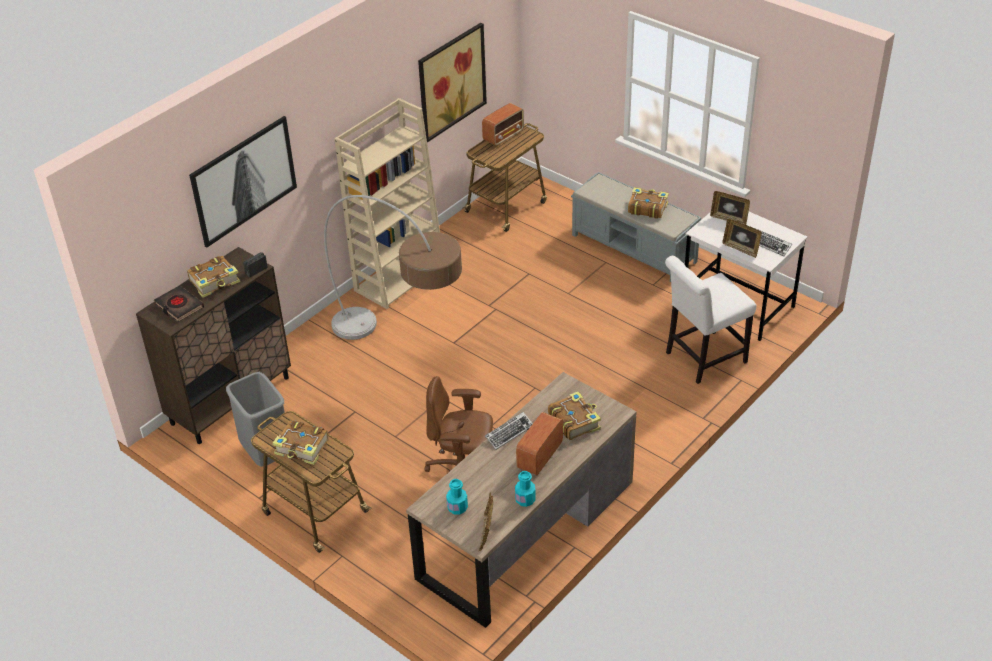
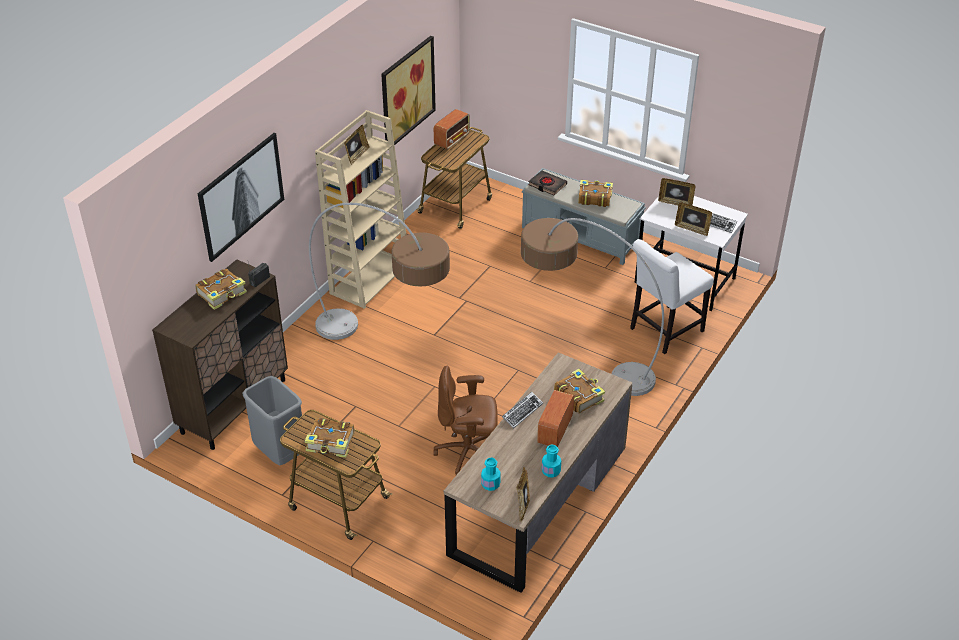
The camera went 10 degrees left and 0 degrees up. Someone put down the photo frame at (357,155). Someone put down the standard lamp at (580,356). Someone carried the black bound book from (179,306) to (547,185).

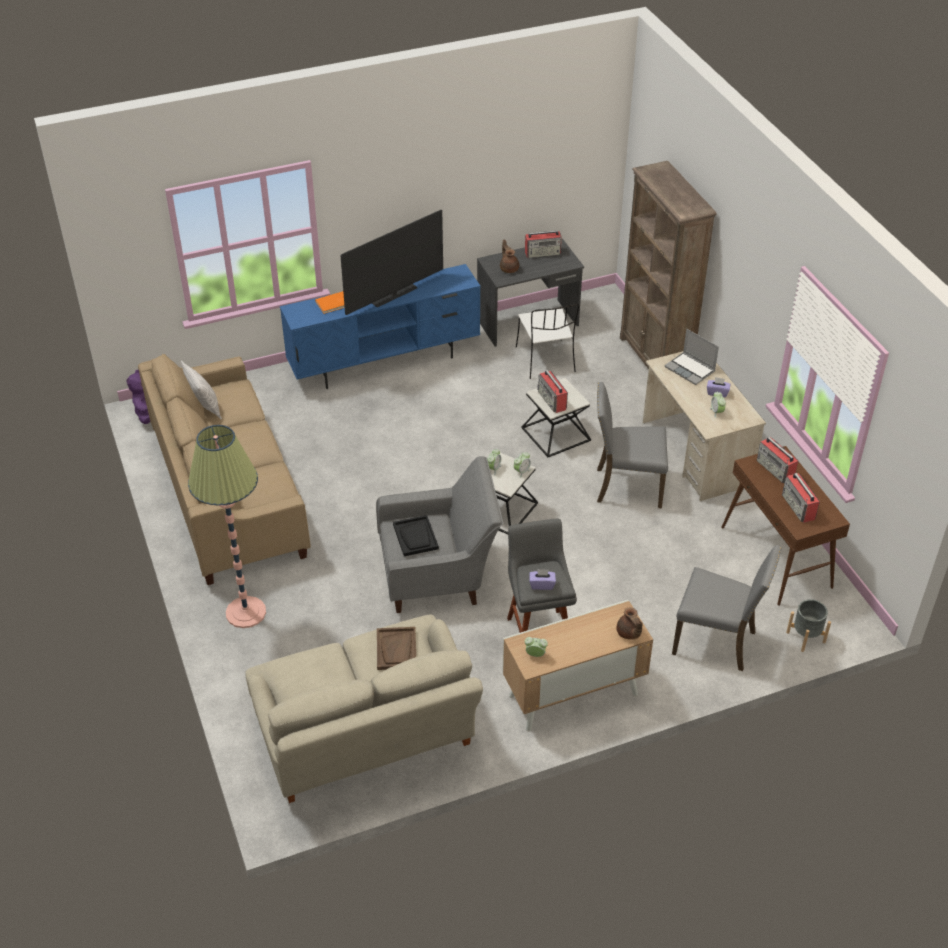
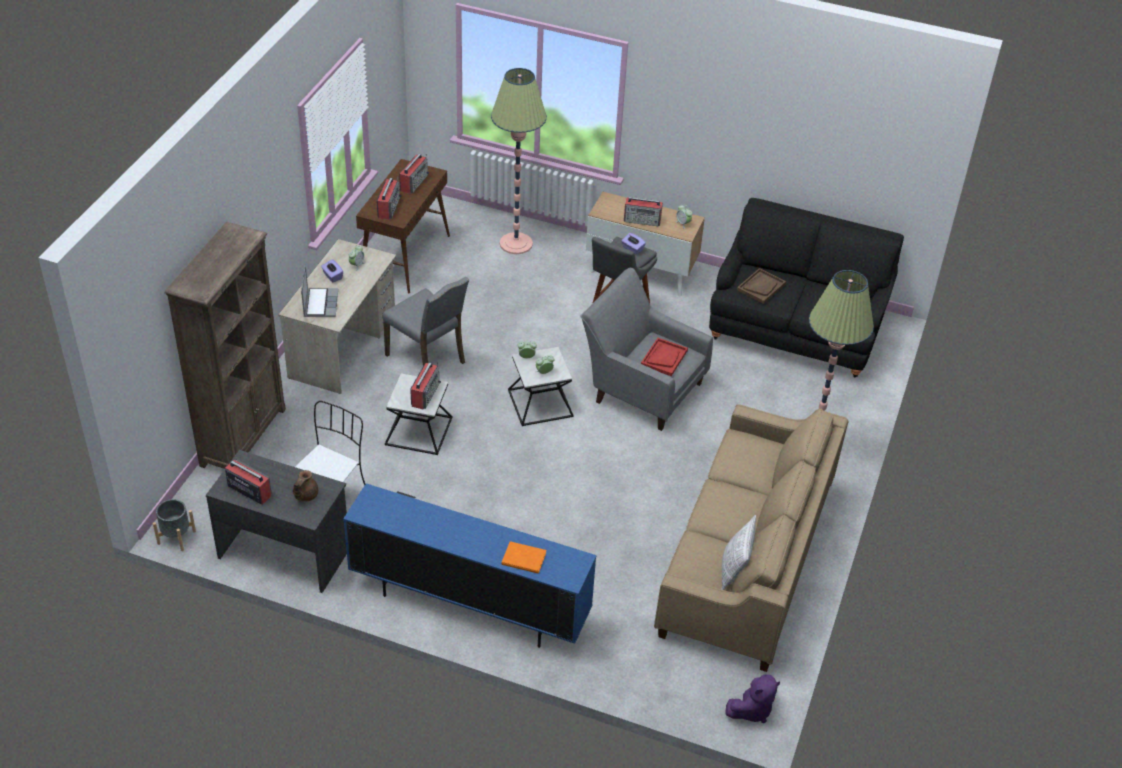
The camera went 140 degrees left and 0 degrees up. Someone carried the grey planter from (806,637) to (176,537). Someone swapped the grey chair at (716,641) for the standard lamp at (516,243). Someone put down the radio set at (642,220). Someone repainted the black serving tray at (415,537), which became the reddish serving tray at (664,358). Someone repainted the sand-coloured couch at (366,738), which became the black couch at (796,328). Someone took away the TV set at (394,295). Someone took away the brown teapot at (629,633).

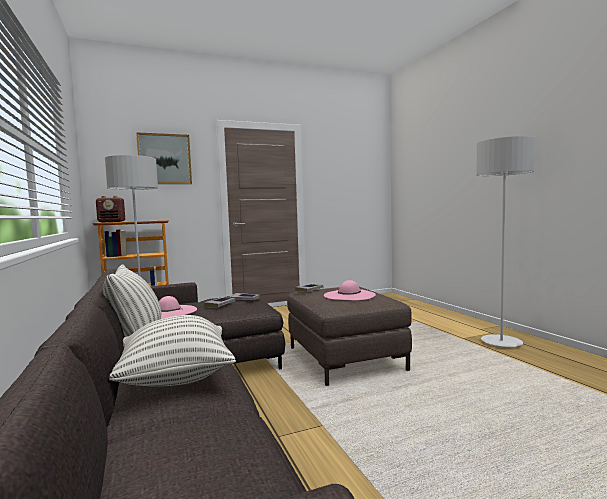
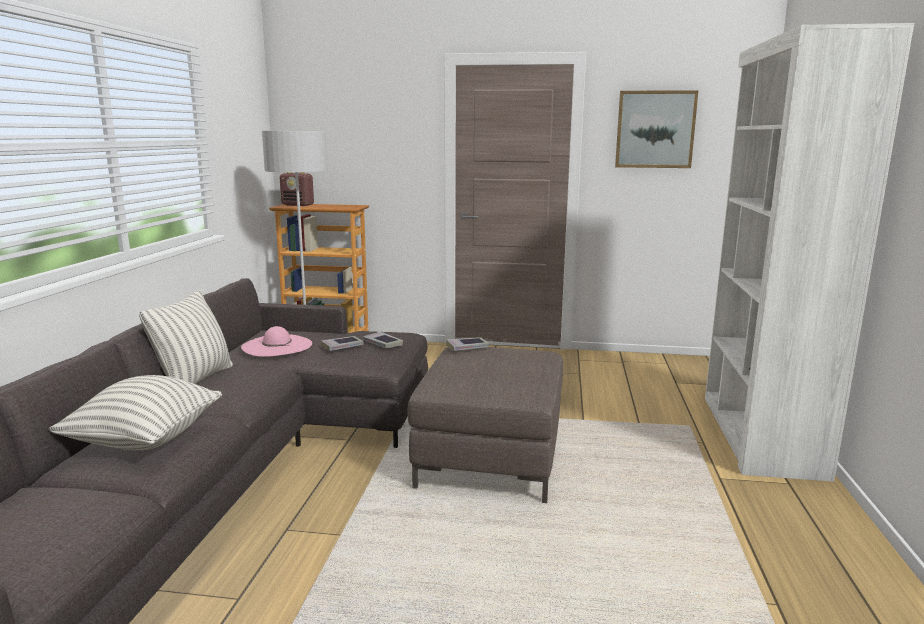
The camera went 30 degrees right and 10 degrees up. Someone carried the wall picture from (164,159) to (655,129). Someone put down the whitish shelving unit at (759,435). Someone took away the pinkish clothing hat at (349,295). Someone took away the grey standard lamp at (501,343).

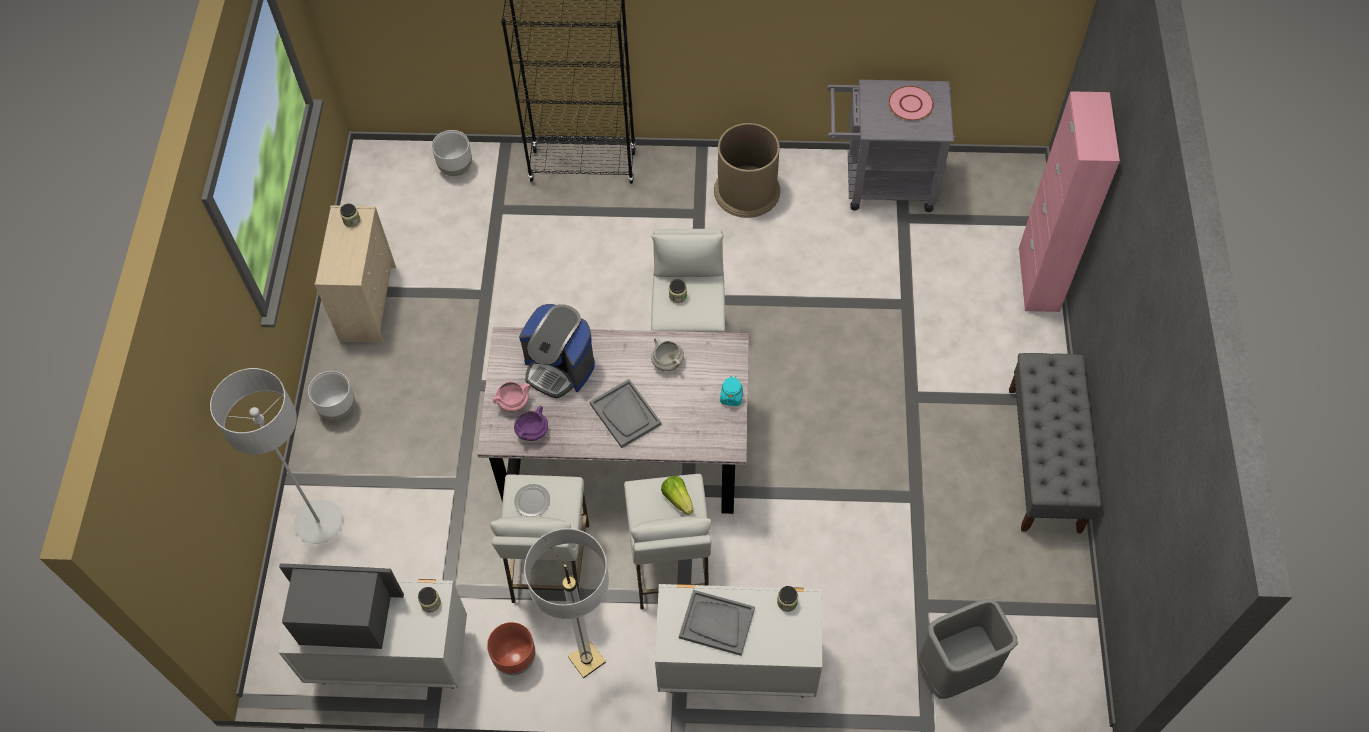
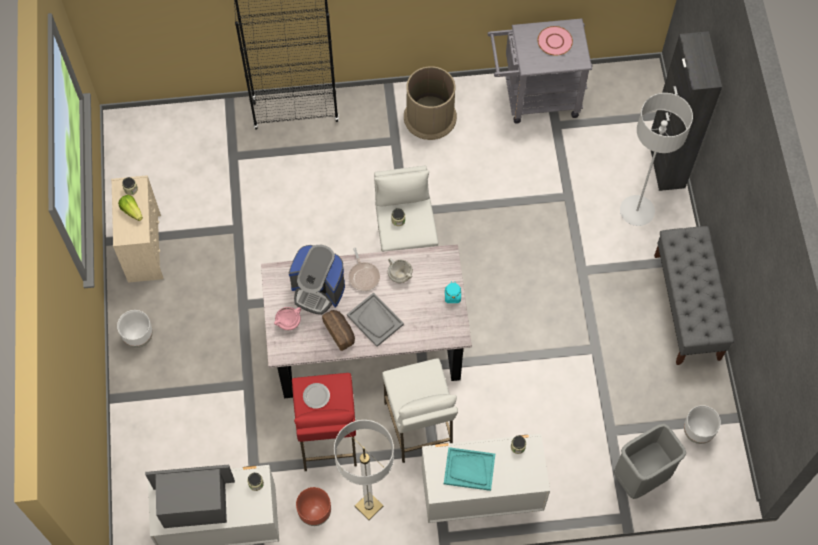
The camera went 10 degrees left and 5 degrees up. Someone carried the lettuce head from (678,498) to (132,211). Someone repainted the whitish stool at (550,563), which became the reddish stool at (328,437). Someone put down the bread at (340,332). Someone put down the pan at (363,276). Someone repainted the grey serving tray at (716,623), which became the blue-green serving tray at (469,469). Someone carried the grey standard lamp from (319,522) to (637,211). Someone repainted the pinkish cupboard at (1038,279), which became the black cupboard at (666,163). Someone carried the whitish planter from (455,168) to (697,432). Someone took away the purple-coloured cooking pot at (532,431).

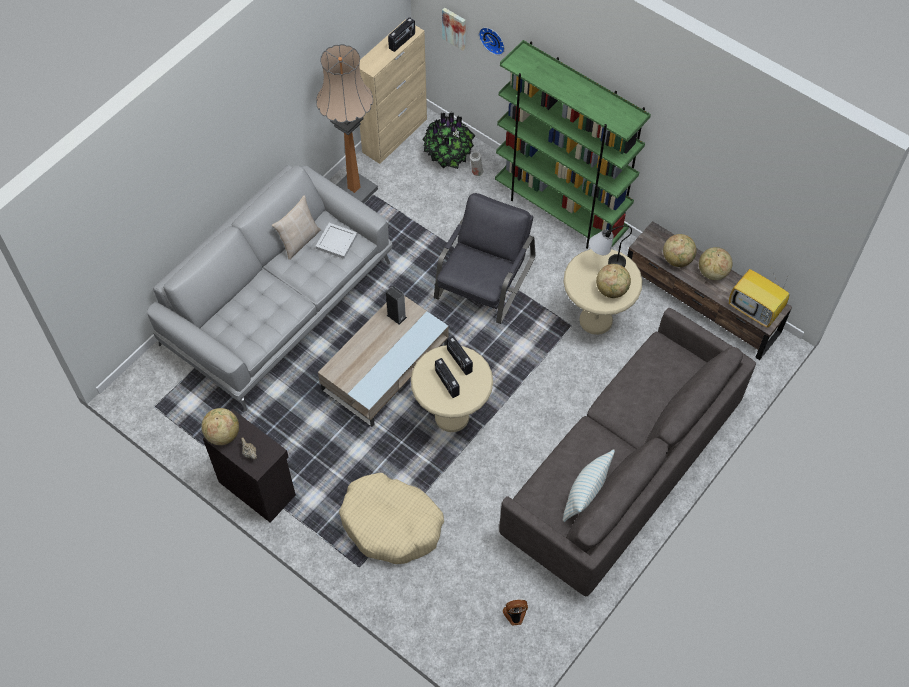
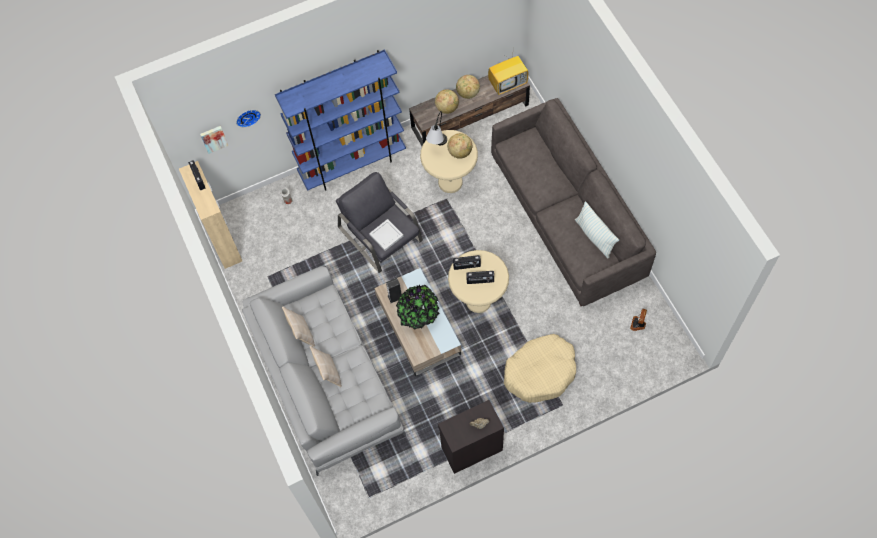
The camera went 60 degrees left and 5 degrees up. Someone repainted the green shelving unit at (560,212), which became the bluish shelving unit at (353,164). Someone put down the sand-coloured pillow at (328,372). Someone carried the whitish serving tray from (336,241) to (385,235). Someone carried the potted plant from (448,155) to (418,314). Someone took away the world globe at (223,434). Someone took away the standard lamp at (354,191).

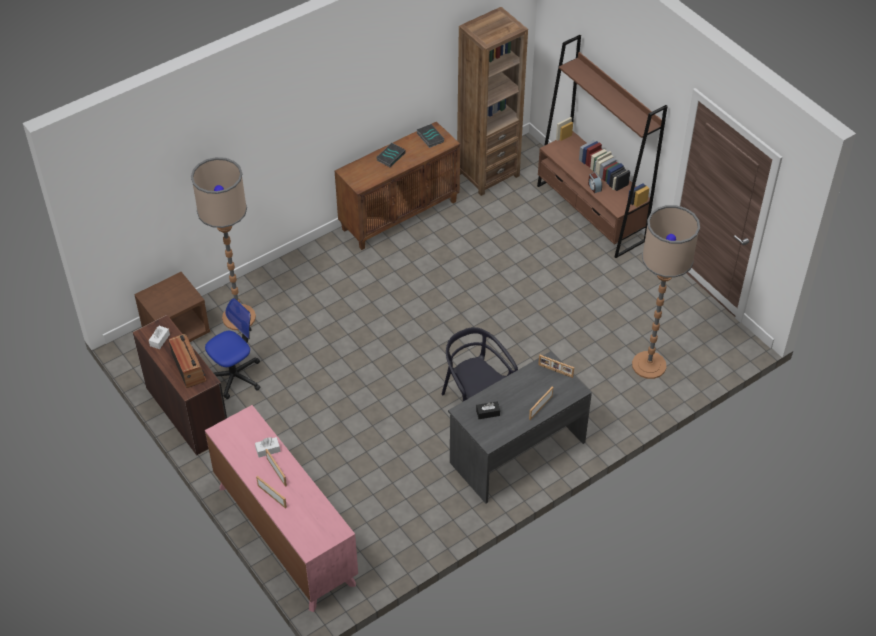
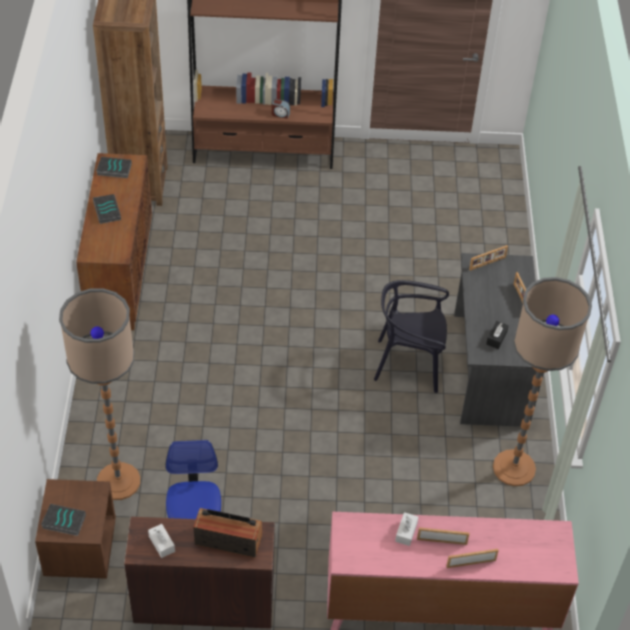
The camera went 55 degrees left and 0 degrees up. Someone put down the bound book at (63,522). Someone carried the standard lamp from (649,365) to (514,468).

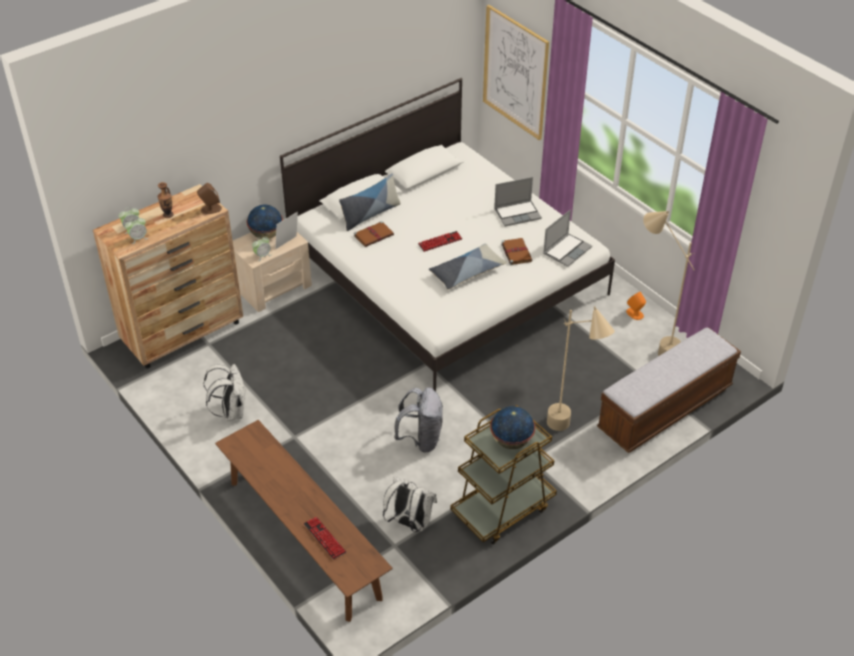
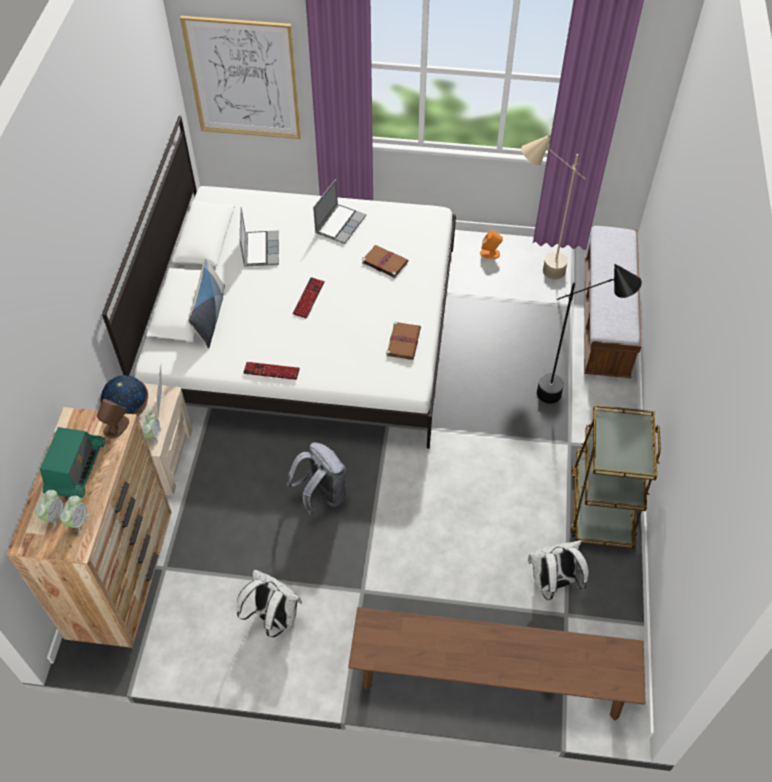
The camera went 45 degrees left and 10 degrees up. Someone swapped the decorative vase at (168,215) for the radio set at (75,469). Someone carried the laptop from (567,250) to (260,249). Someone carried the keyboard from (324,538) to (271,371). Someone carried the grey knapsack from (421,439) to (322,496). Someone carried the brown bound book from (374,235) to (403,341). Someone repainted the sand-coloured standard lamp at (571,434), which became the black standard lamp at (570,396). Someone took away the pillow at (467,272). Someone took away the world globe at (511,442).

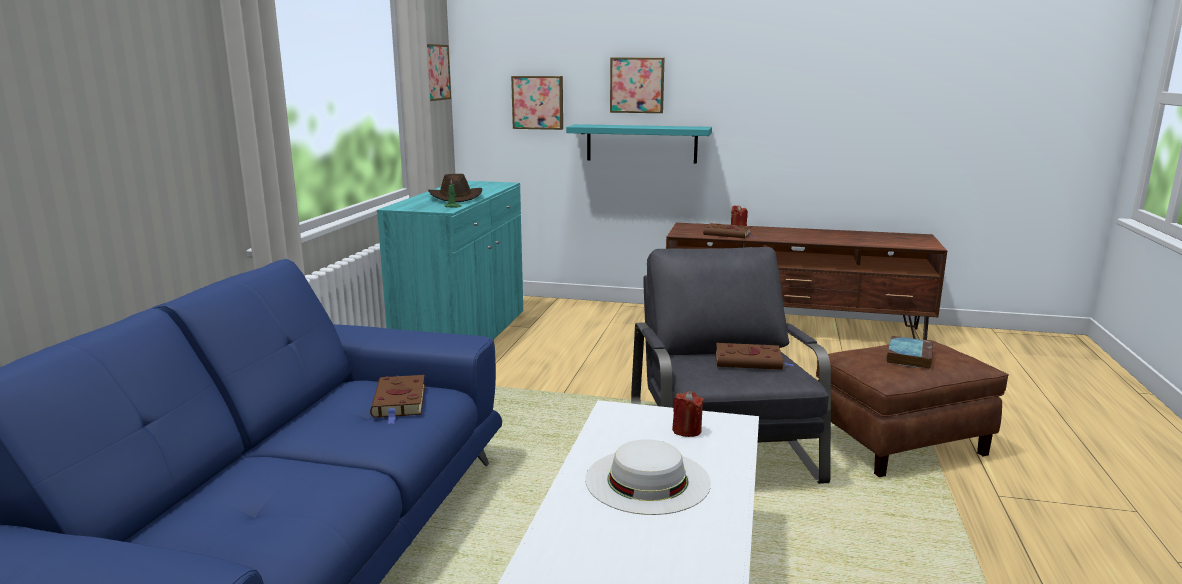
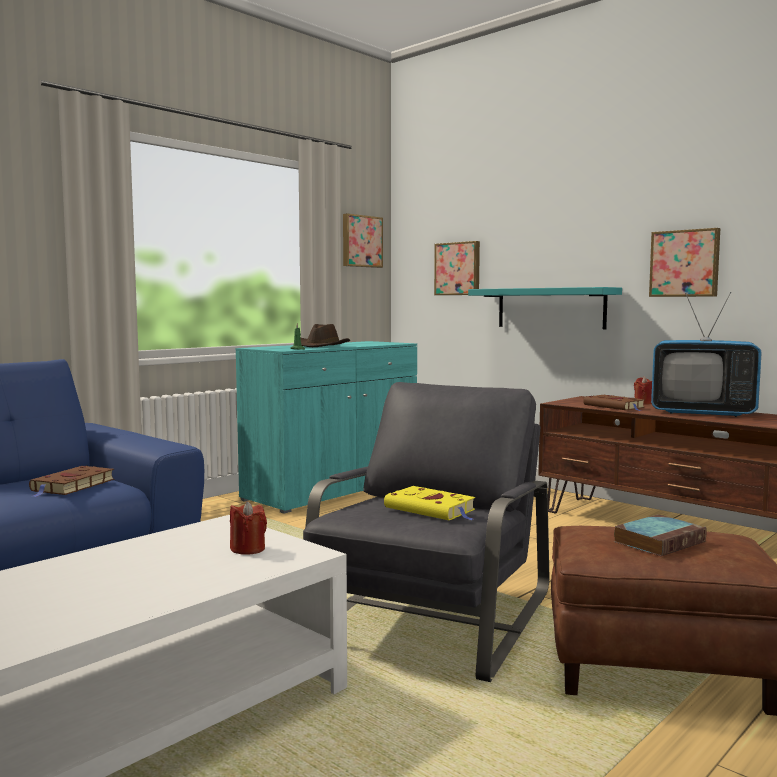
The camera went 30 degrees right and 10 degrees down. Someone repainted the brown bound book at (750,361), which became the yellowish bound book at (432,509). Someone carried the wall picture from (637,85) to (685,263). Someone put down the TV set at (702,413). Someone took away the whitish clothing hat at (647,480).

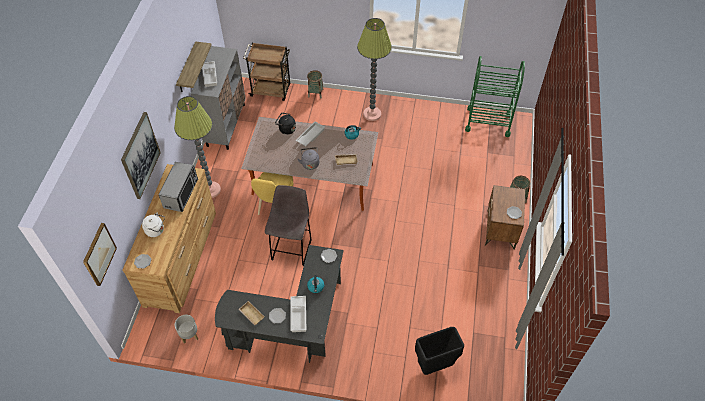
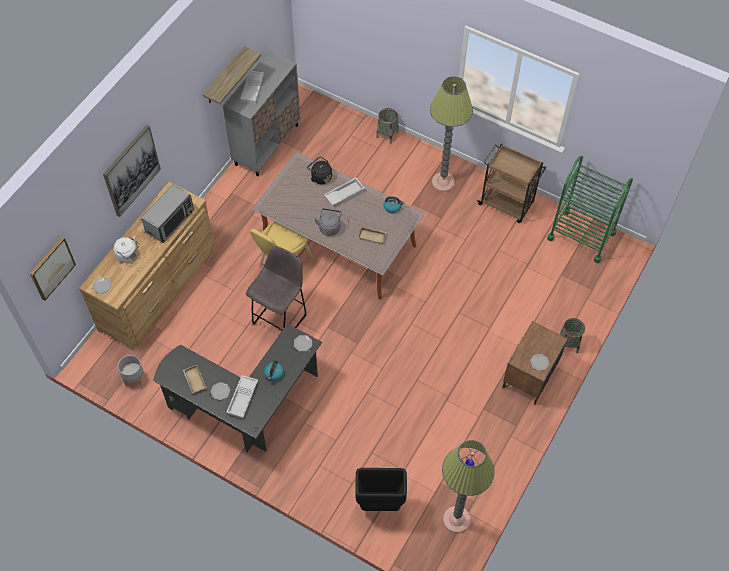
The camera went 20 degrees right and 5 degrees up. Someone carried the standard lamp from (210,190) to (456,519). Someone carried the brown cart from (271,90) to (507,204).

